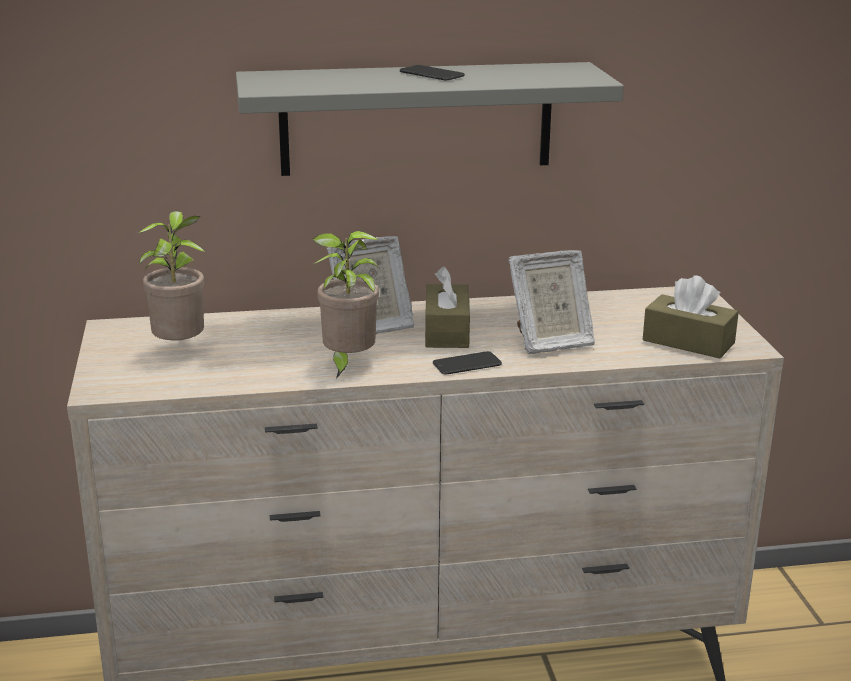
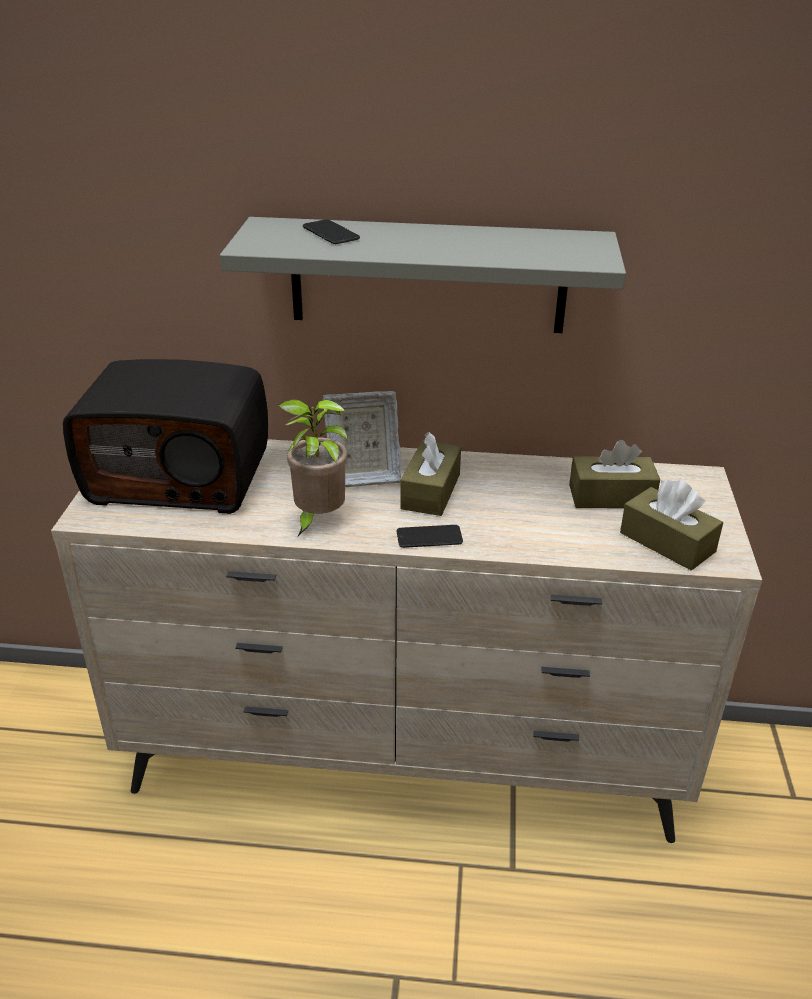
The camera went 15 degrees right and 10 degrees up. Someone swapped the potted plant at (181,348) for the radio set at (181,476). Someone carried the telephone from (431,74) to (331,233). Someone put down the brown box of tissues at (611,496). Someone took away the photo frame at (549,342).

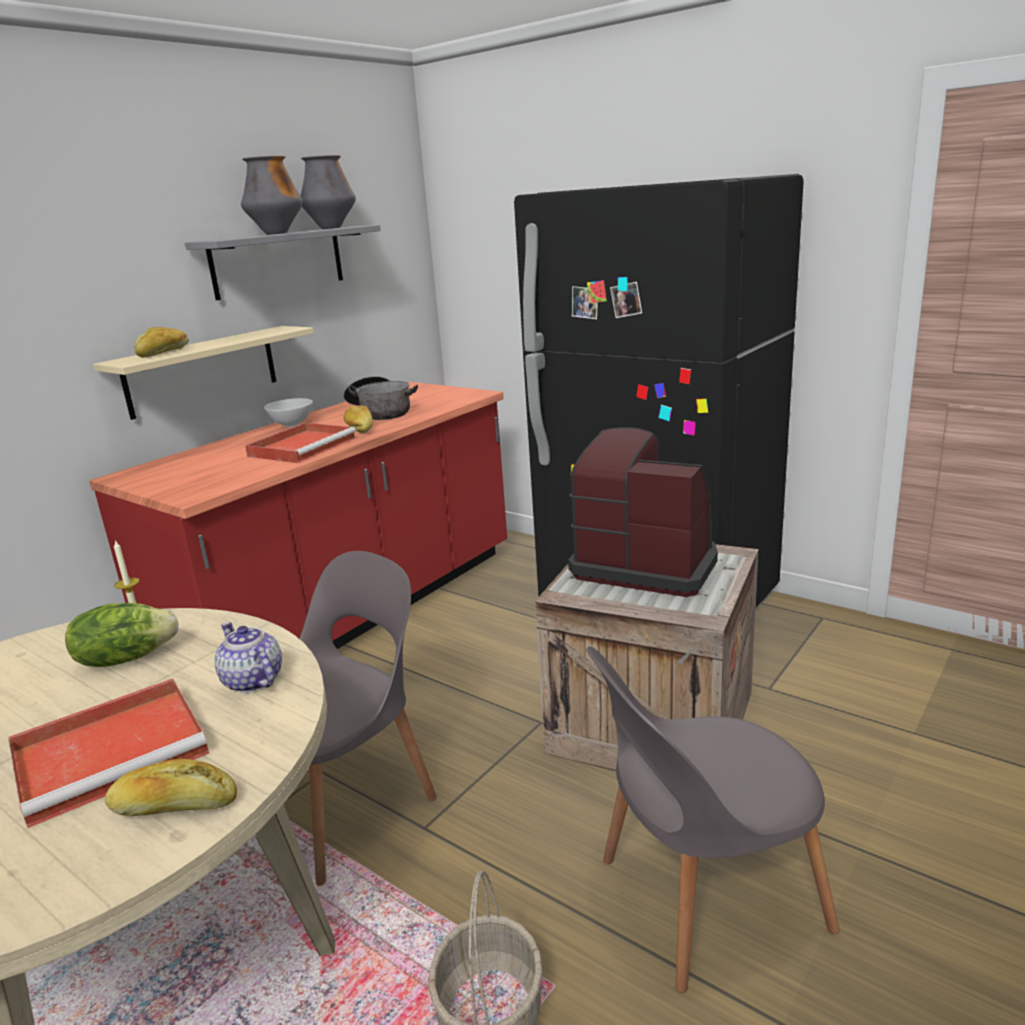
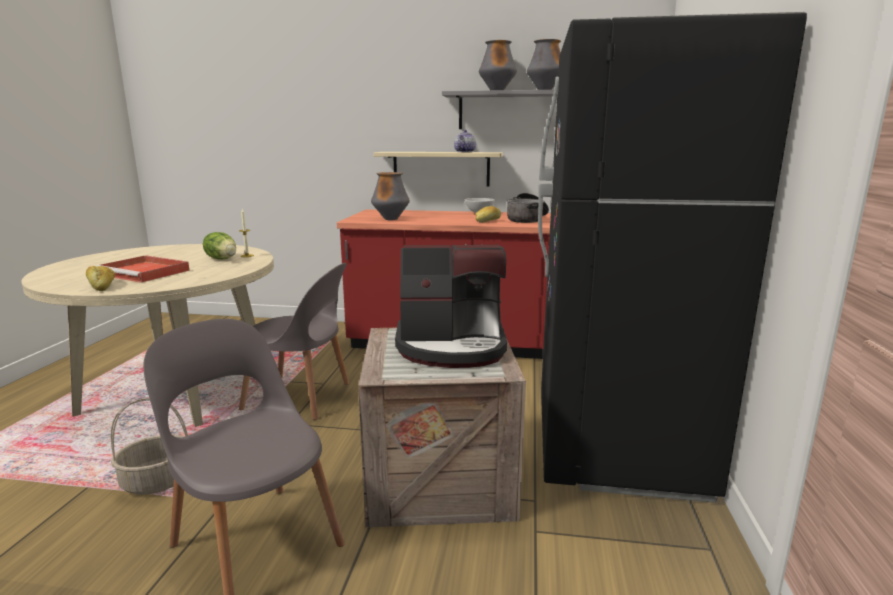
The camera went 60 degrees right and 5 degrees down. Someone put down the decorative vase at (391,219). Someone rotated the coffee maker at (645,565) by 90 degrees clockwise. Someone carried the teapot from (252,681) to (464,152). Someone took away the bread at (164,352). Someone took away the reddish serving tray at (303,446).

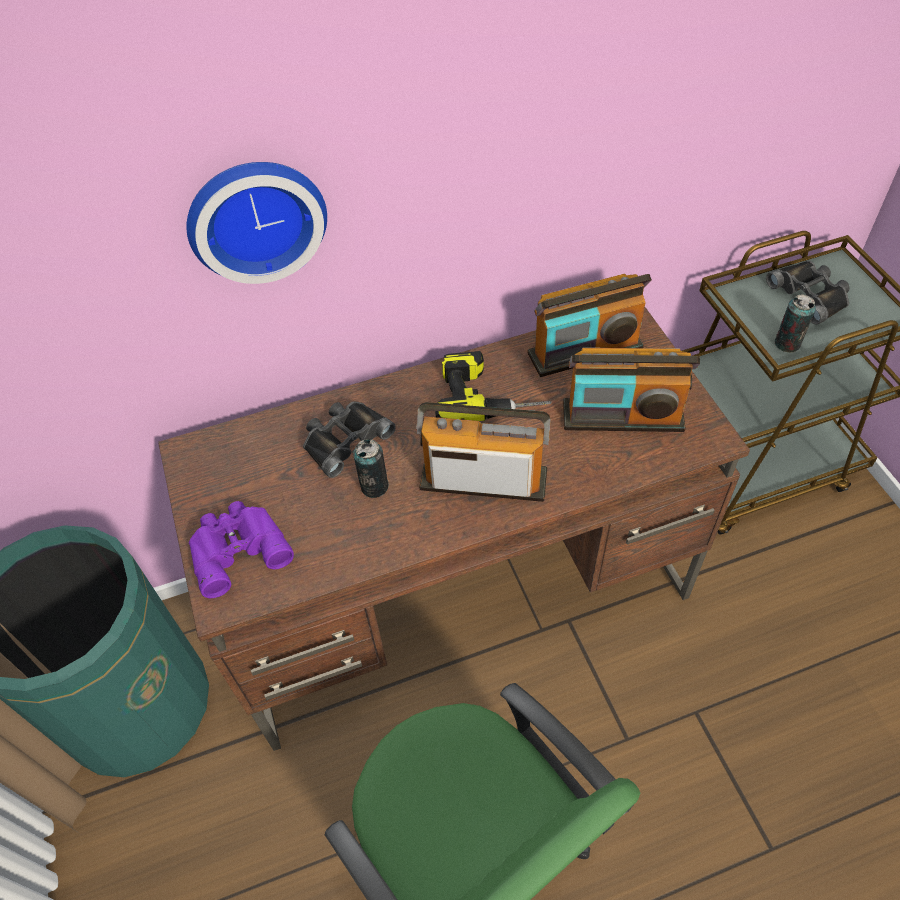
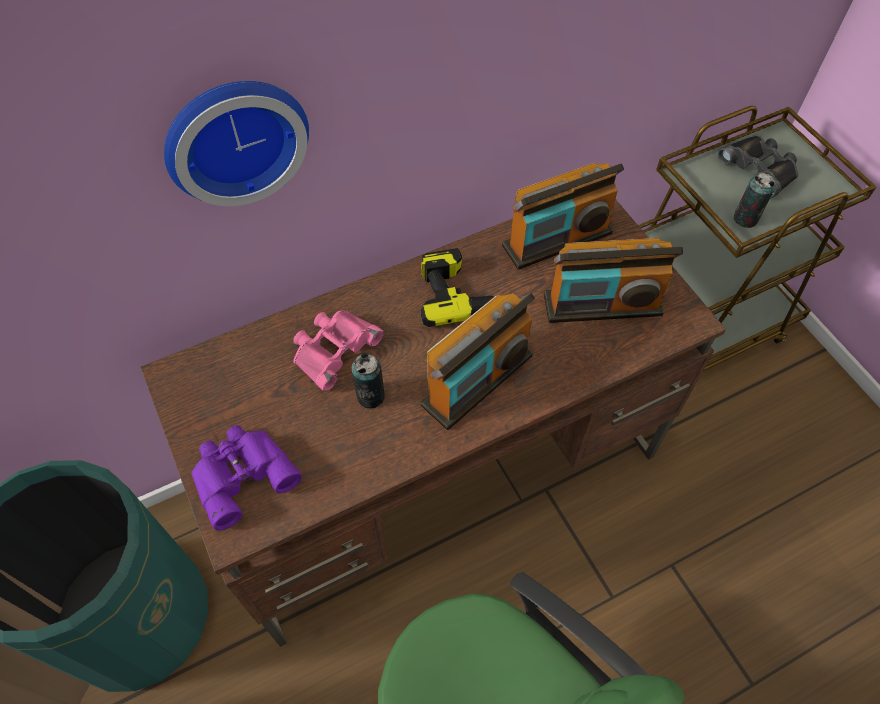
The camera went 10 degrees left and 5 degrees up. Someone repainted the black binoculars at (345,439), which became the pinkish binoculars at (333,349). Someone rotated the radio set at (483,480) by 135 degrees clockwise.

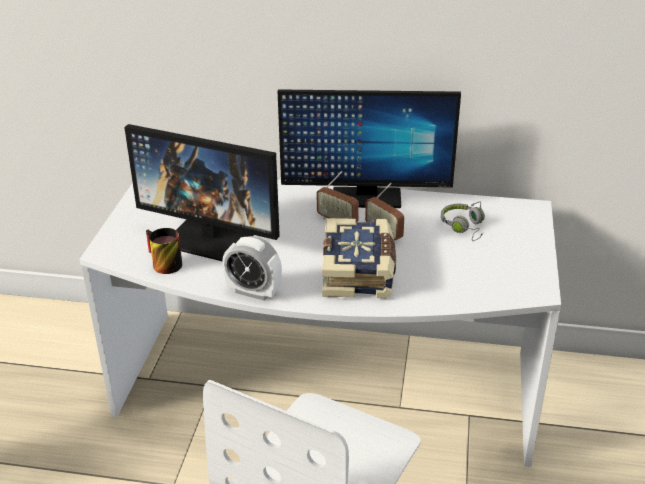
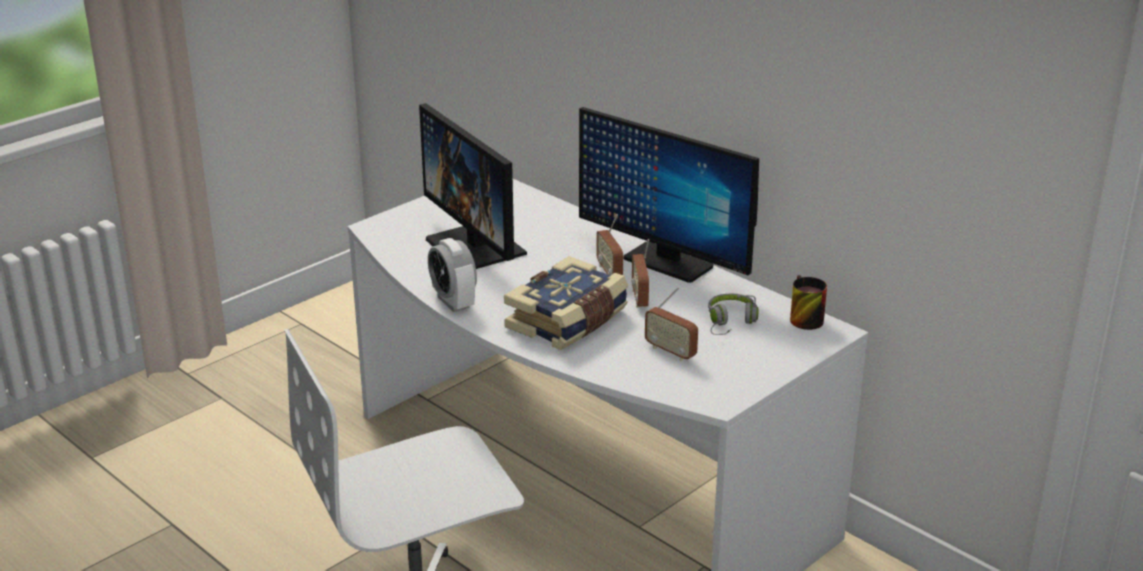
The camera went 35 degrees right and 5 degrees down. Someone put down the radio set at (670,352). Someone carried the tea mug from (162,264) to (801,318).

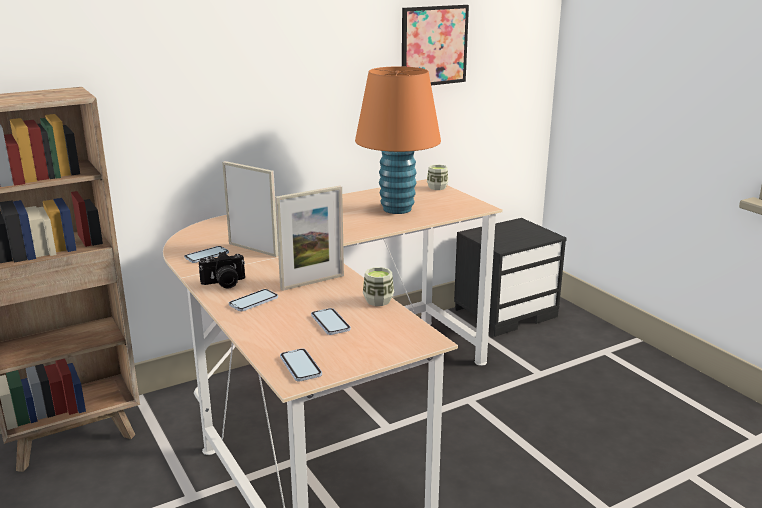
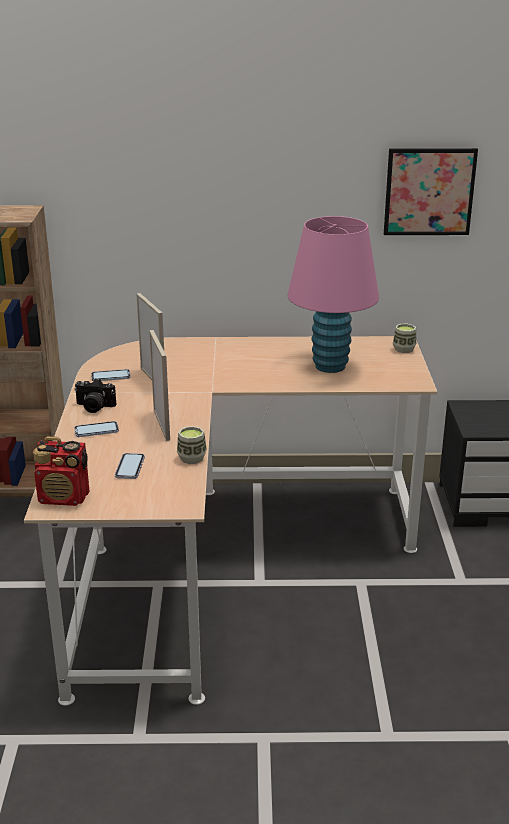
The camera went 30 degrees right and 5 degrees up. Someone swapped the telephone at (300,366) for the radio set at (64,498). Someone rotated the photo frame at (312,282) by 105 degrees counterclockwise. Someone repainted the orangey tabletop lamp at (397,209), which became the pinkish tabletop lamp at (330,366).

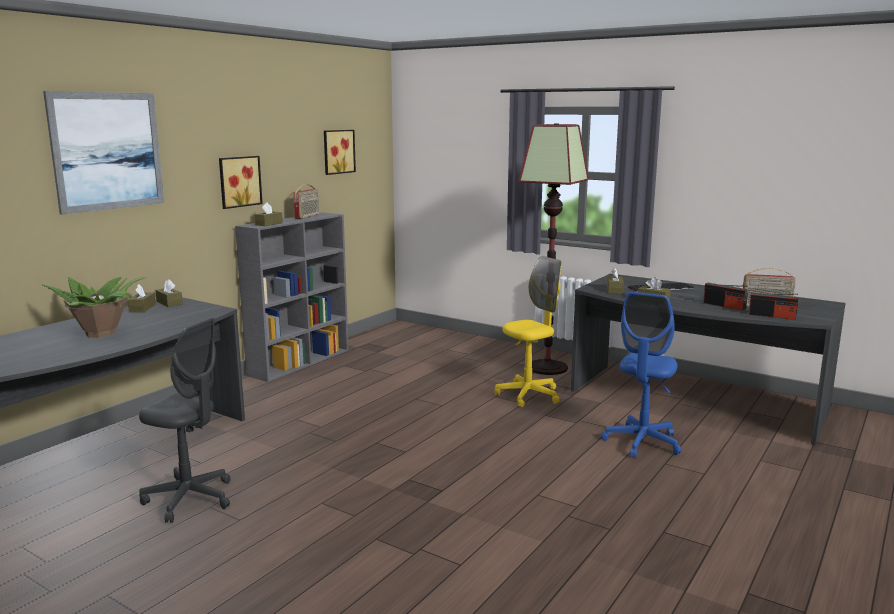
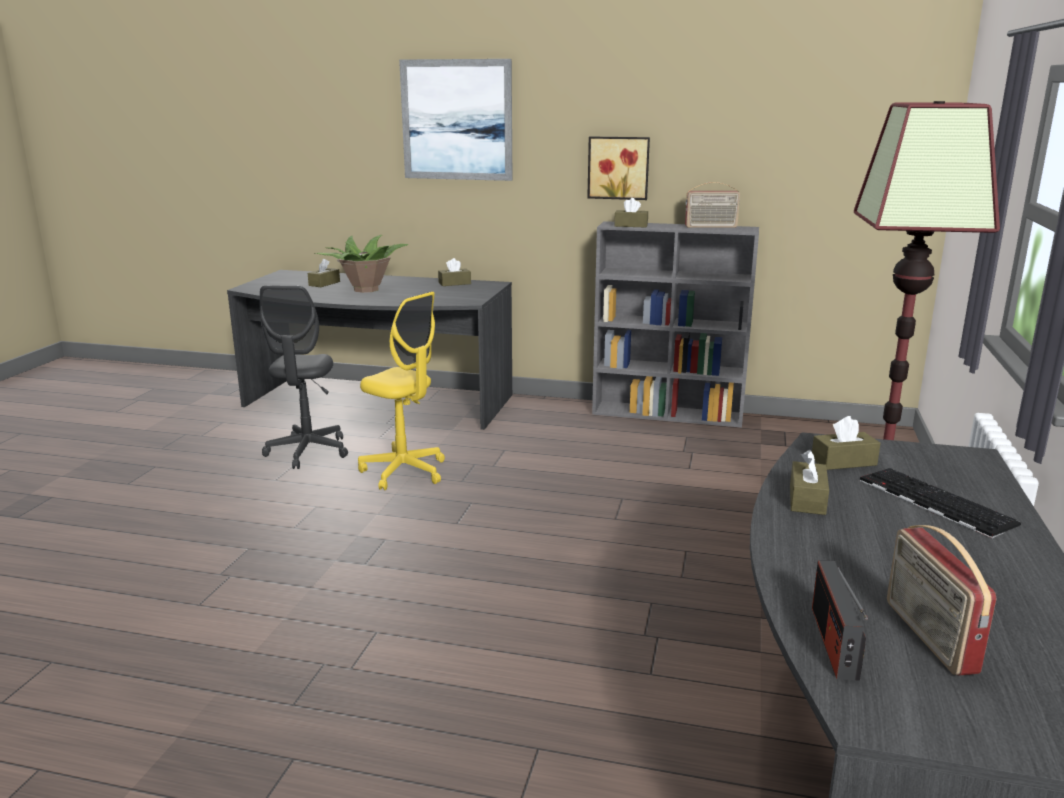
The camera went 70 degrees right and 5 degrees up. Someone carried the brown box of tissues from (169,303) to (324,283). Someone carried the yellowish desk chair from (528,395) to (404,472). Someone took away the wall picture at (337,151). Someone took away the bluish desk chair at (642,442). Someone took away the radio set at (724,306).

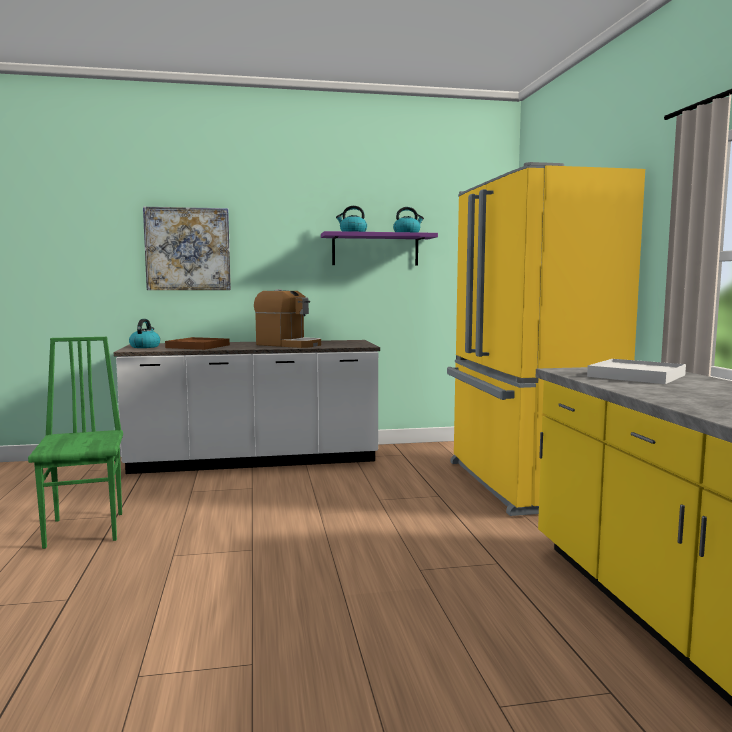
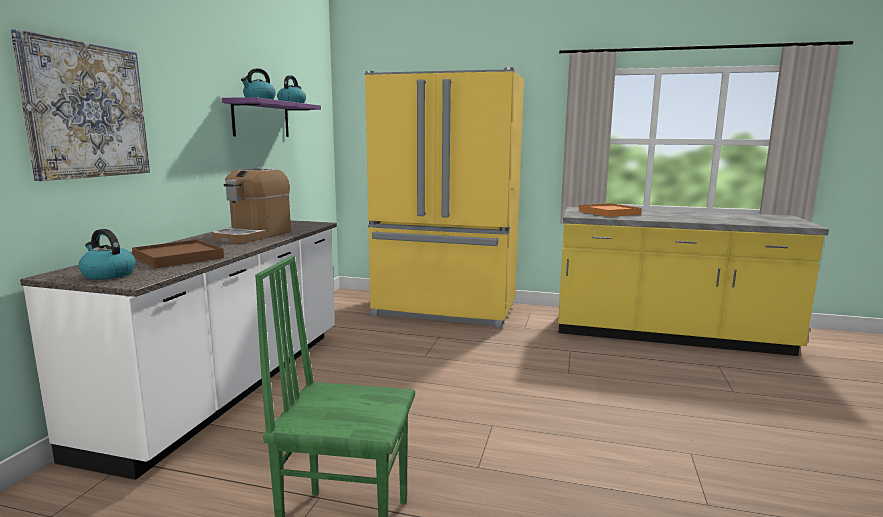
The camera went 65 degrees left and 5 degrees up. Someone rotated the coffee maker at (288,345) by 150 degrees clockwise. Someone repainted the whitish serving tray at (636,376), which became the orangey serving tray at (609,213).

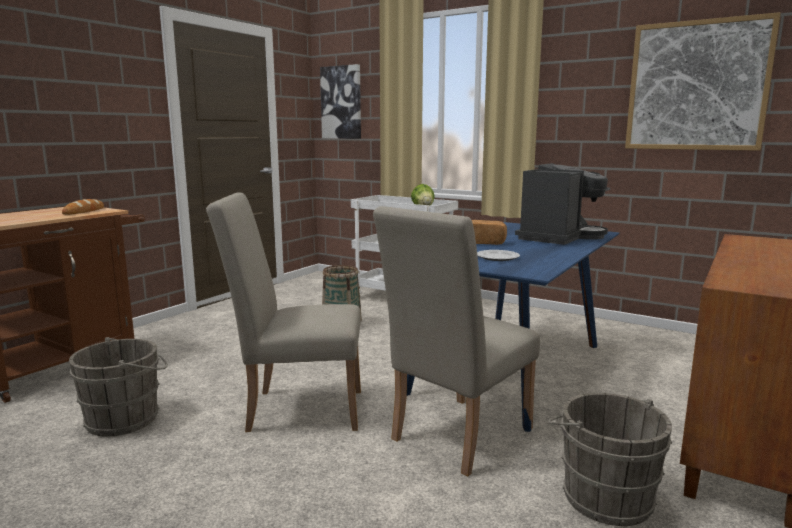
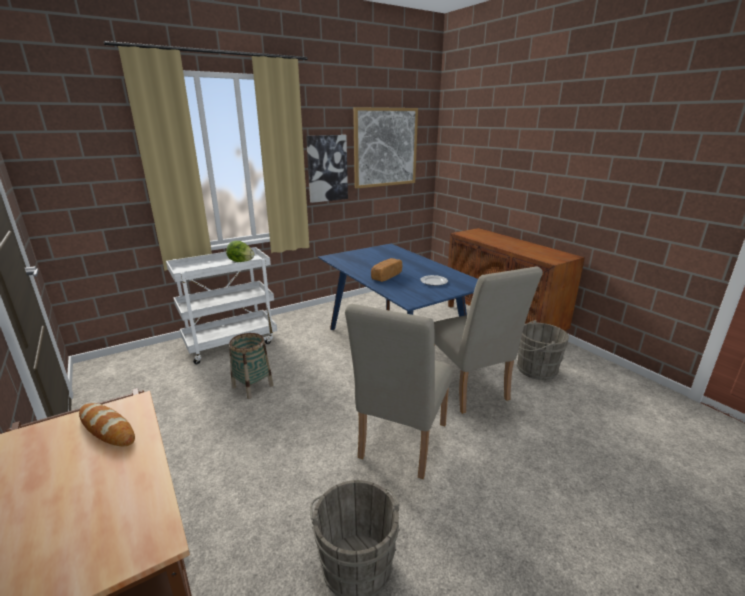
The camera went 65 degrees left and 10 degrees up. Someone carried the wall picture from (341,102) to (327,168). Someone took away the coffee maker at (559,237).

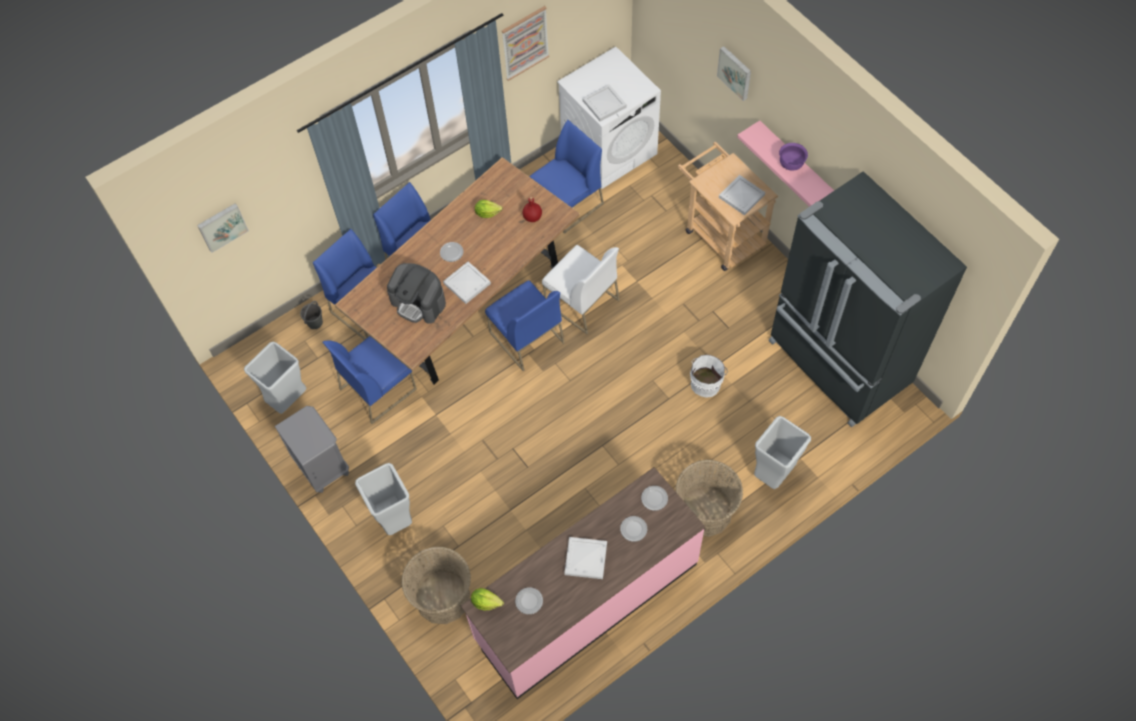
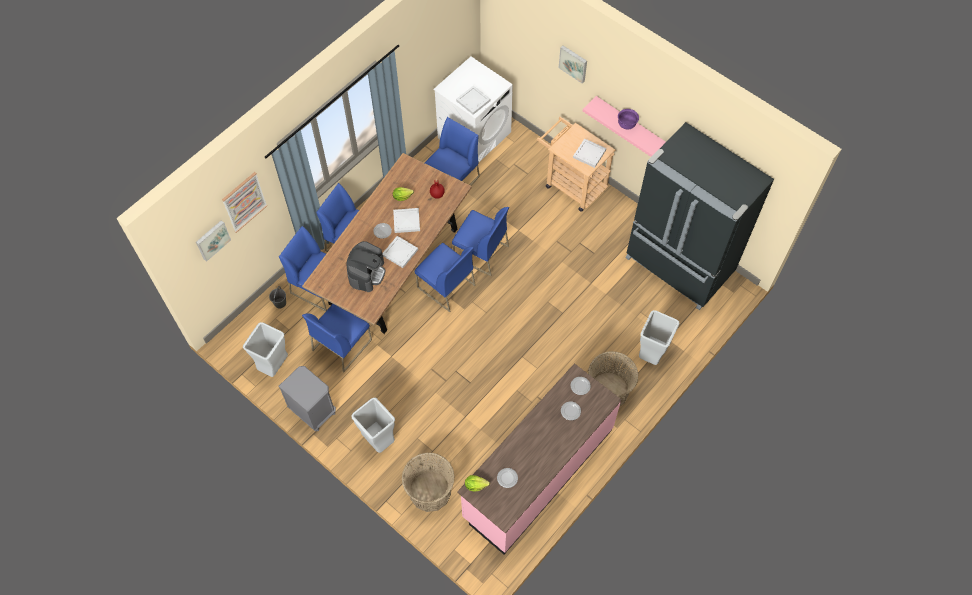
The camera went 15 degrees left and 0 degrees up. Someone carried the wall picture from (525,43) to (244,202). Someone rotated the coffee maker at (419,302) by 90 degrees counterclockwise. Someone carried the whitish serving tray from (586,559) to (407,221). Someone repainted the whitish chair at (581,302), which became the bluish chair at (480,252). Someone took away the whitish pail at (706,382).

